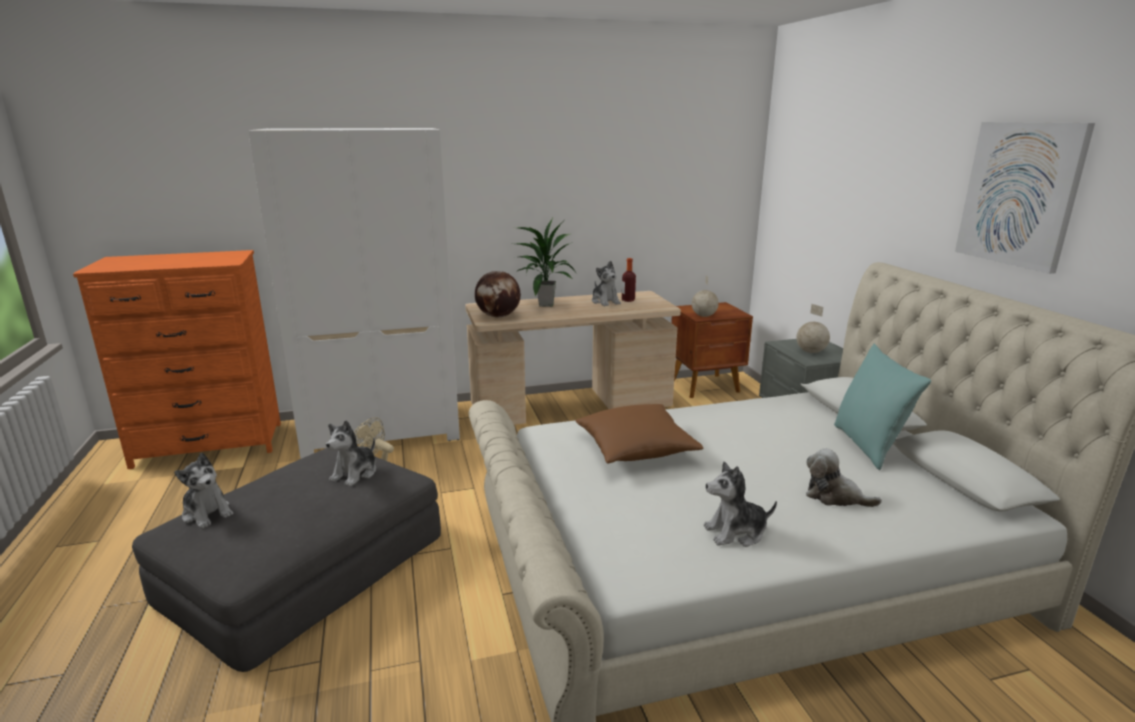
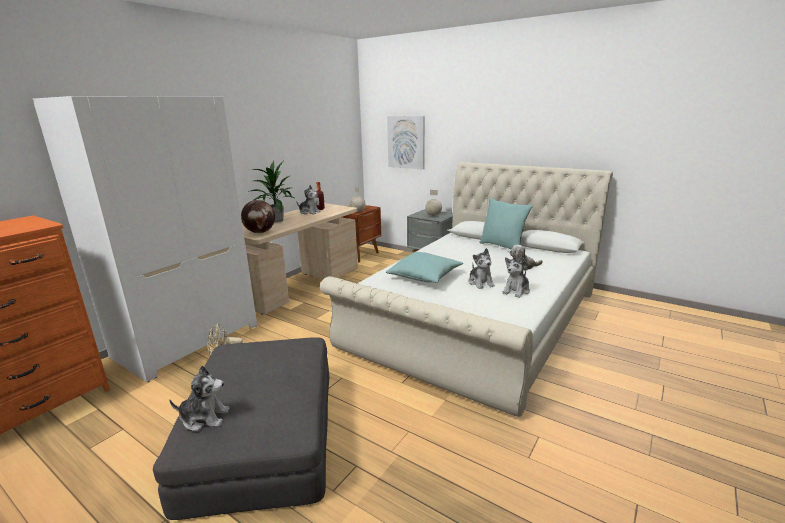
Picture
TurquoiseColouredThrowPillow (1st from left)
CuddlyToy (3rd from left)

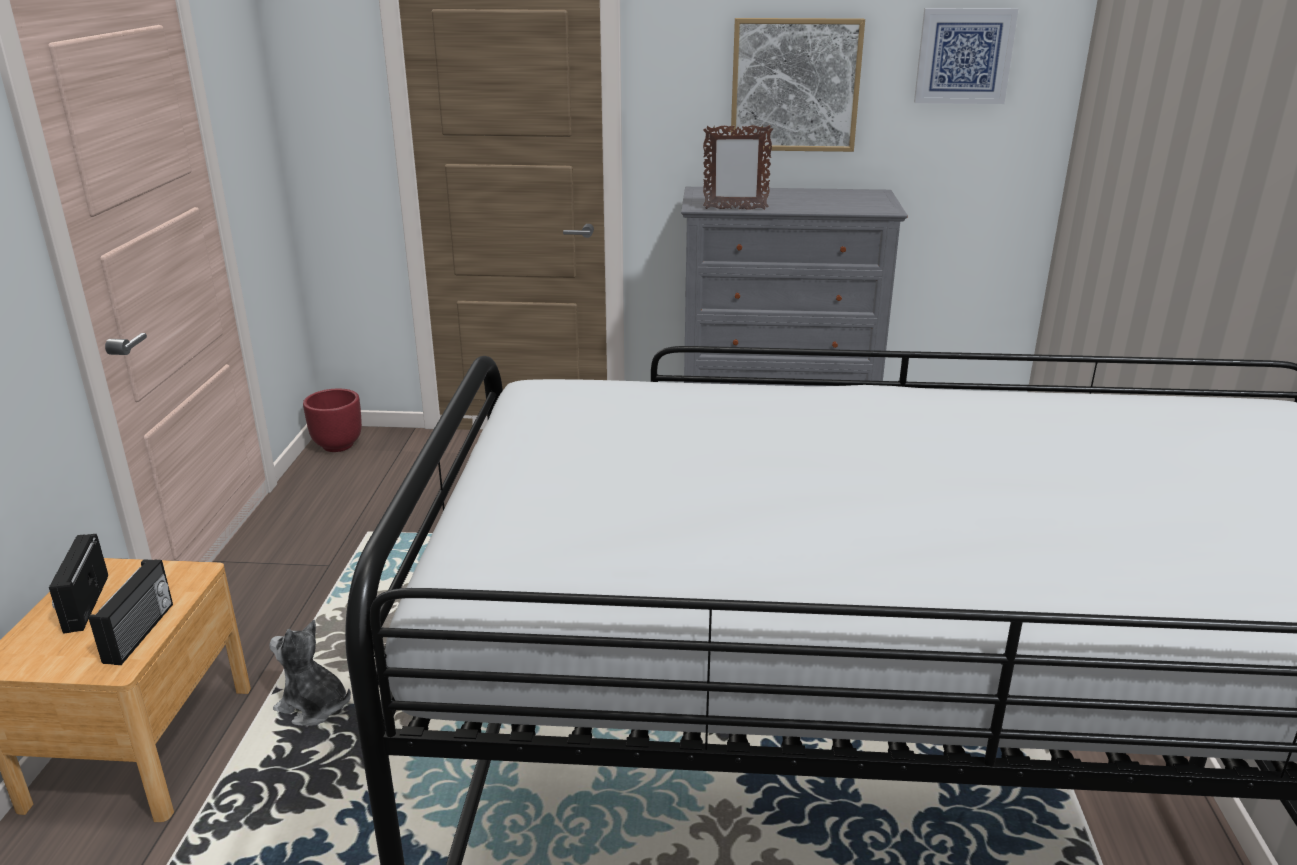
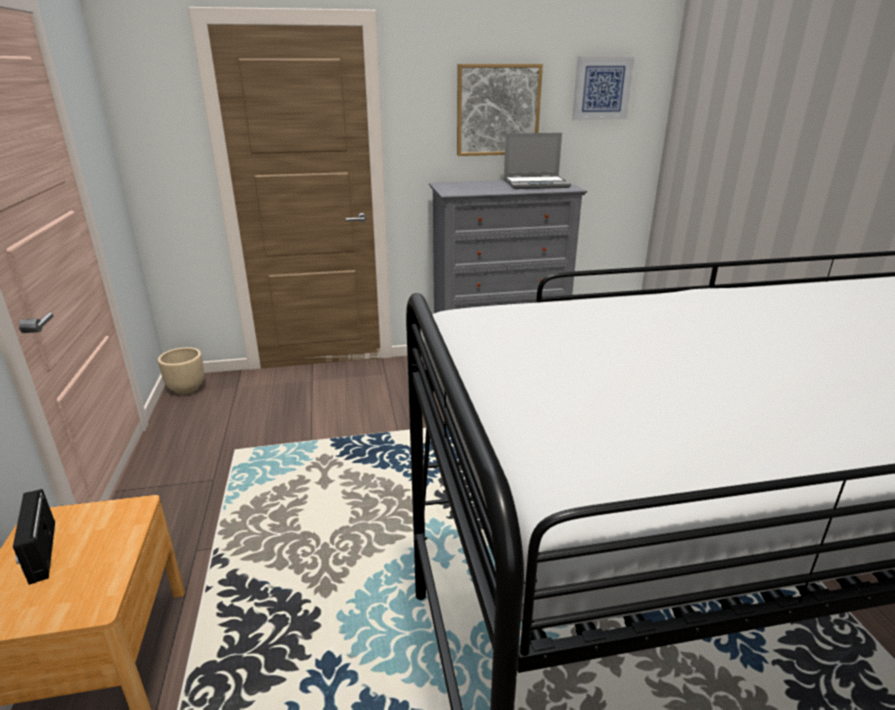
StandingFrame
BeigePlantPot
RadioReceiver (2nd from left in the first image)
CuddlyToy
NotebookComputer

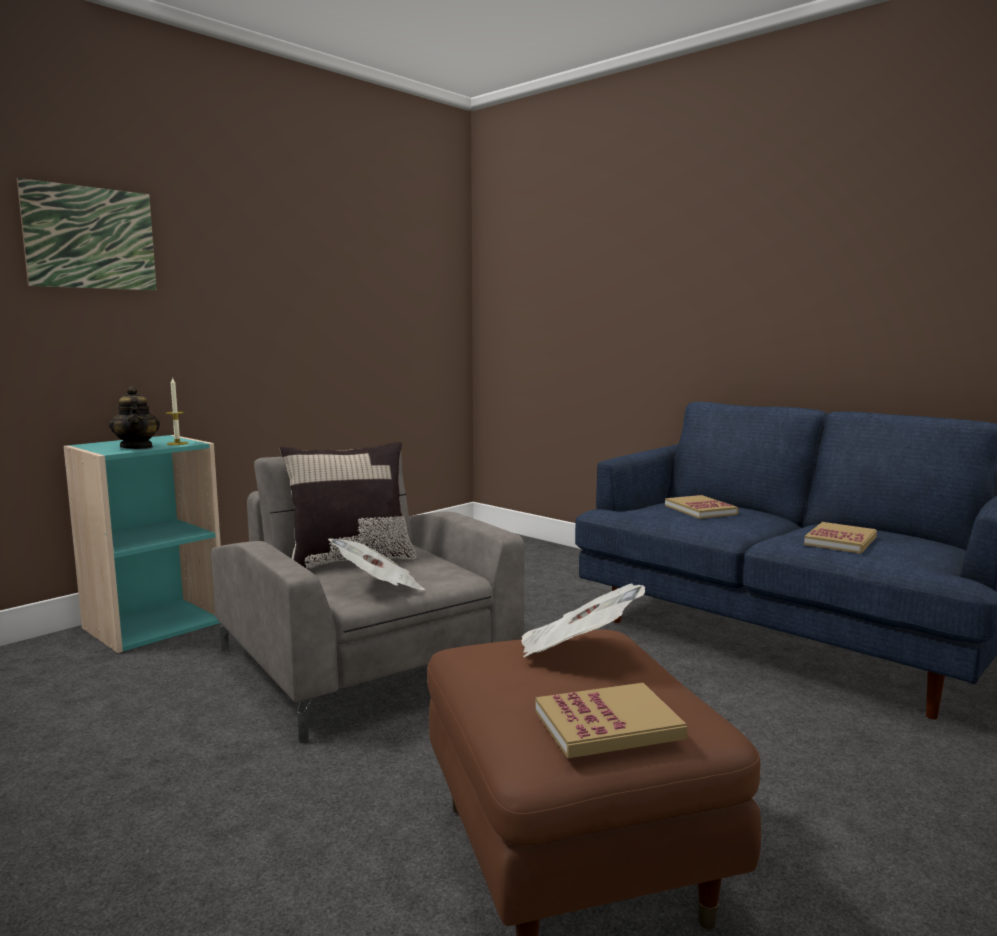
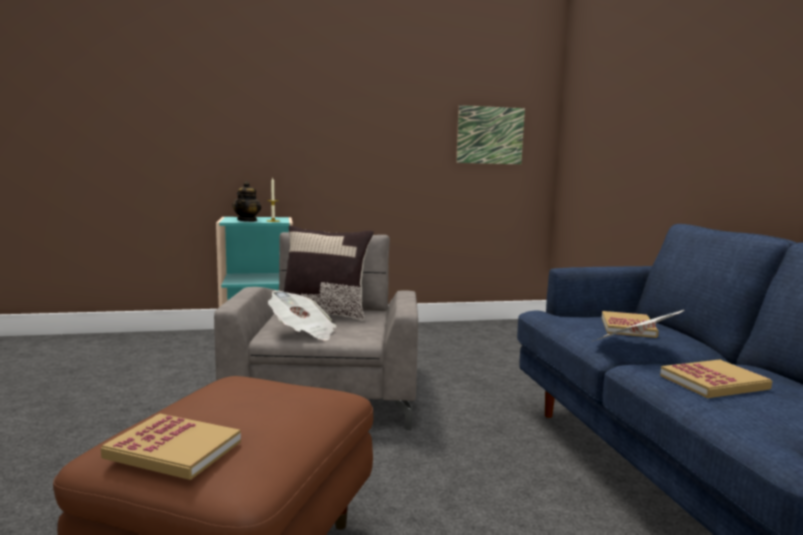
Picture
PrintedPaper (2nd from left)

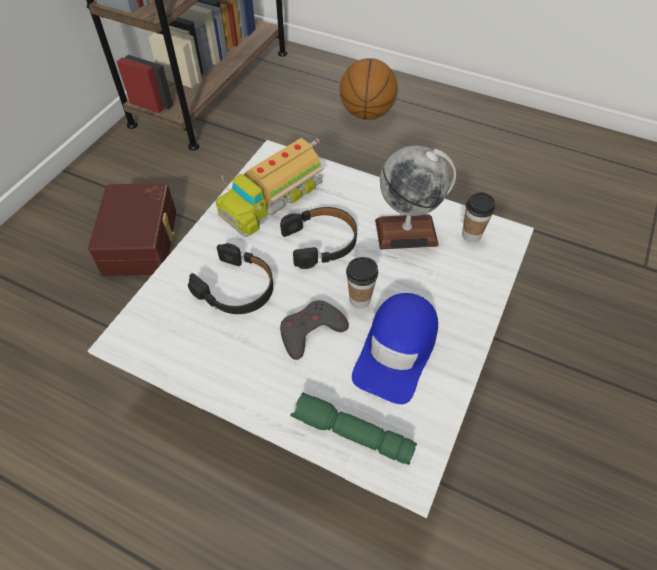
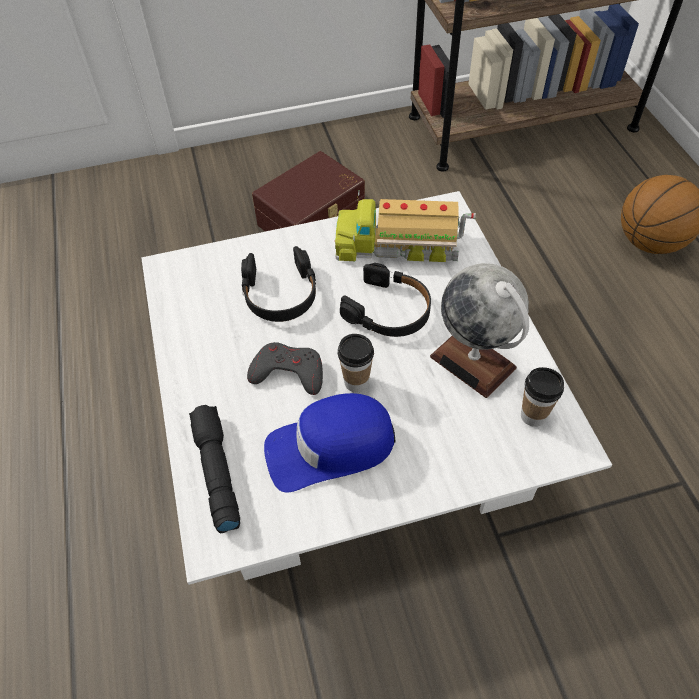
BlackHandTorch

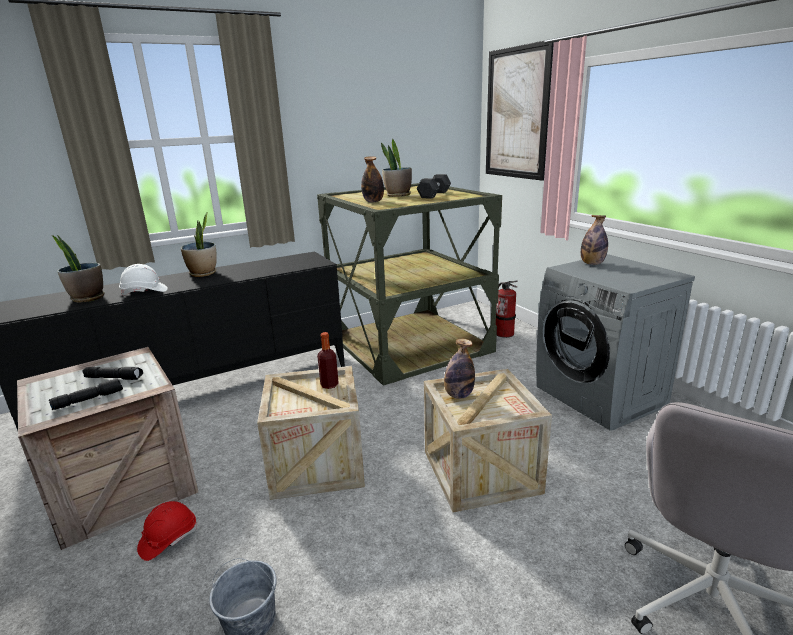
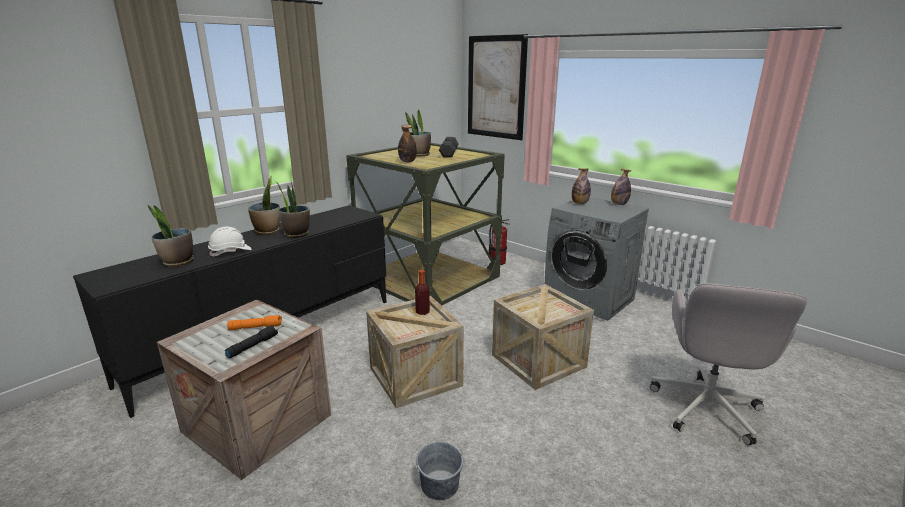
BeverageBottle (4th from left)
OrangeColouredHandTorch
RedColouredHardHat
PlantInAPot (3rd from left)

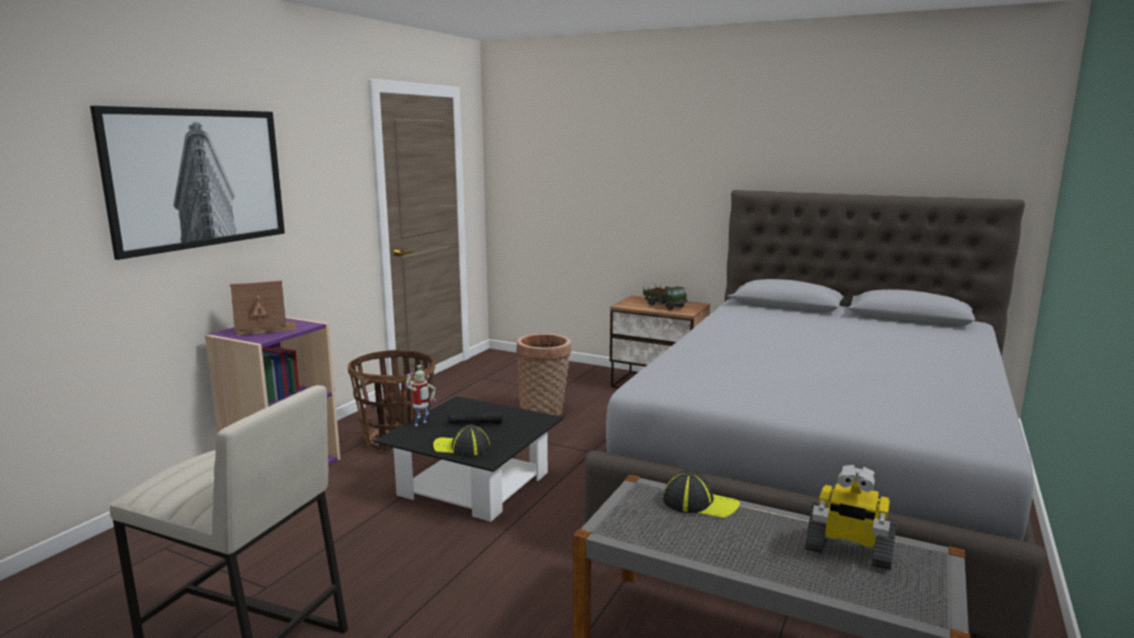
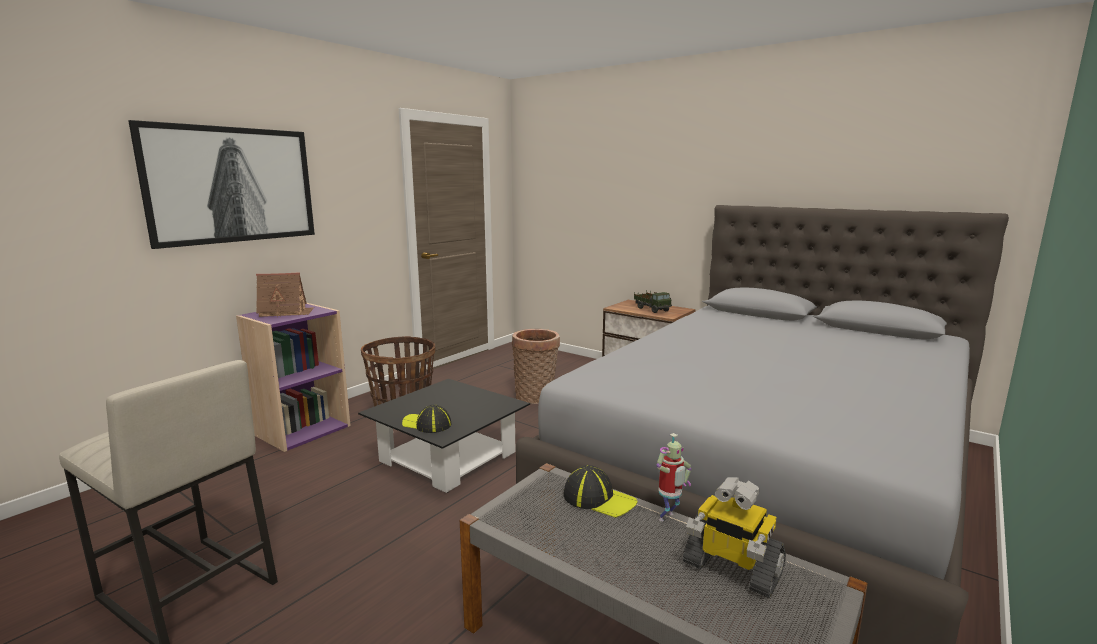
ToyRobot (1st from left)
BlackHandTorch

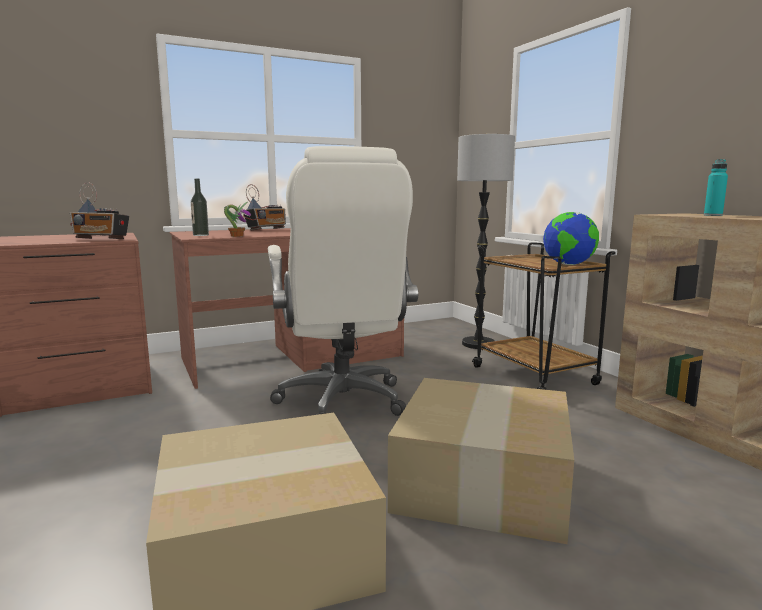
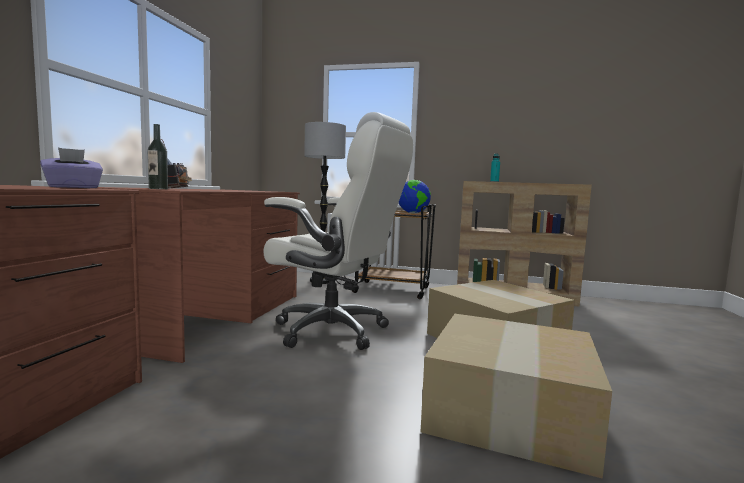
PurpleColouredTissueBox
PlantInAPot

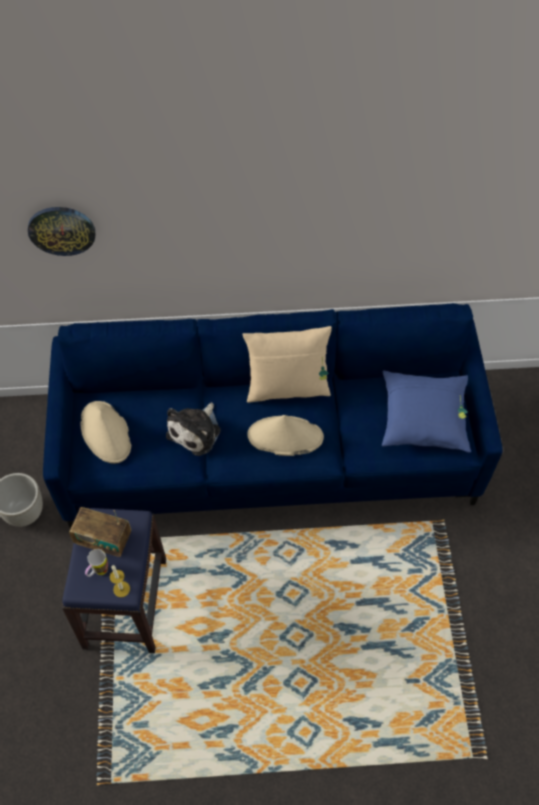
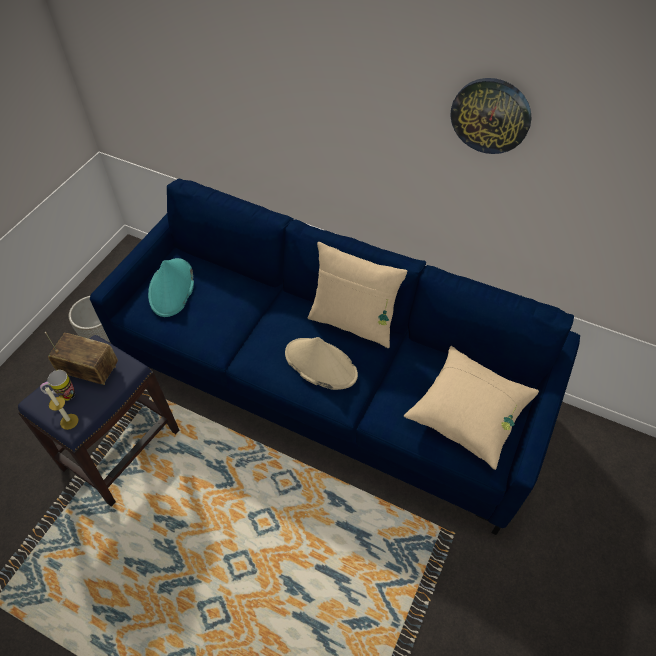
WallClock
BeigeThrowPillow (2nd from left)
TurquoiseColouredWearableHat
CuddlyToy
RadioReceiver

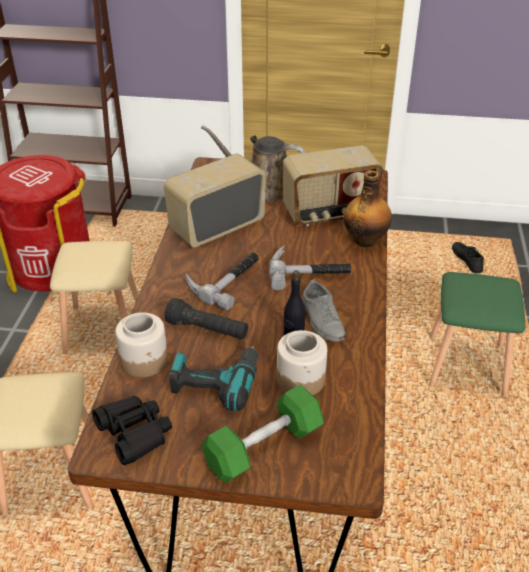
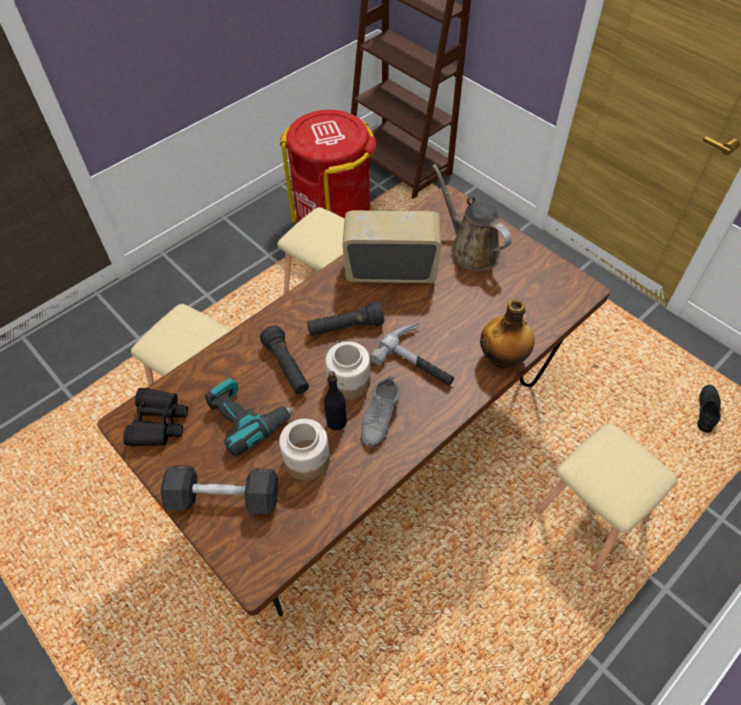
RadioReceiver (2nd from left in the first image)
BlackHandTorch (2nd from left)
BeigeStoolSeat (3rd from left)
Jar (2nd from left)
BlackDumbbell

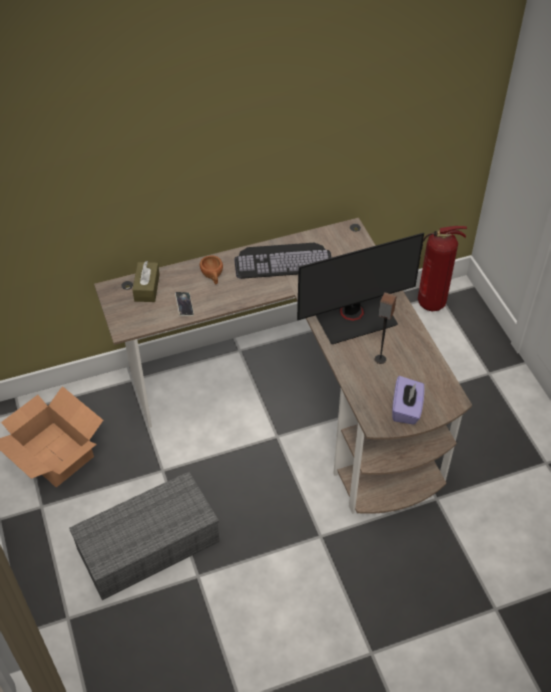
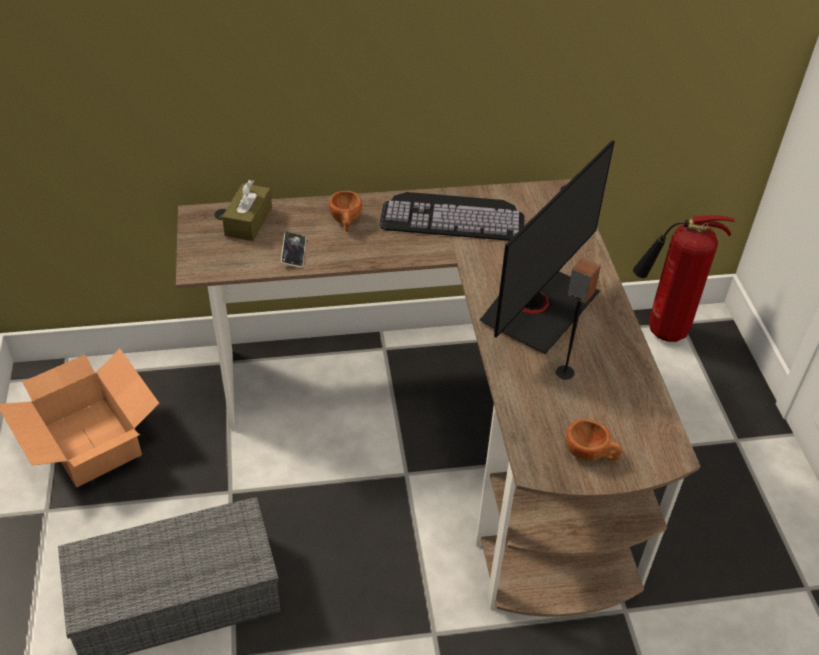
ComputerDisplay
BrownColouredCup (2nd from left)

